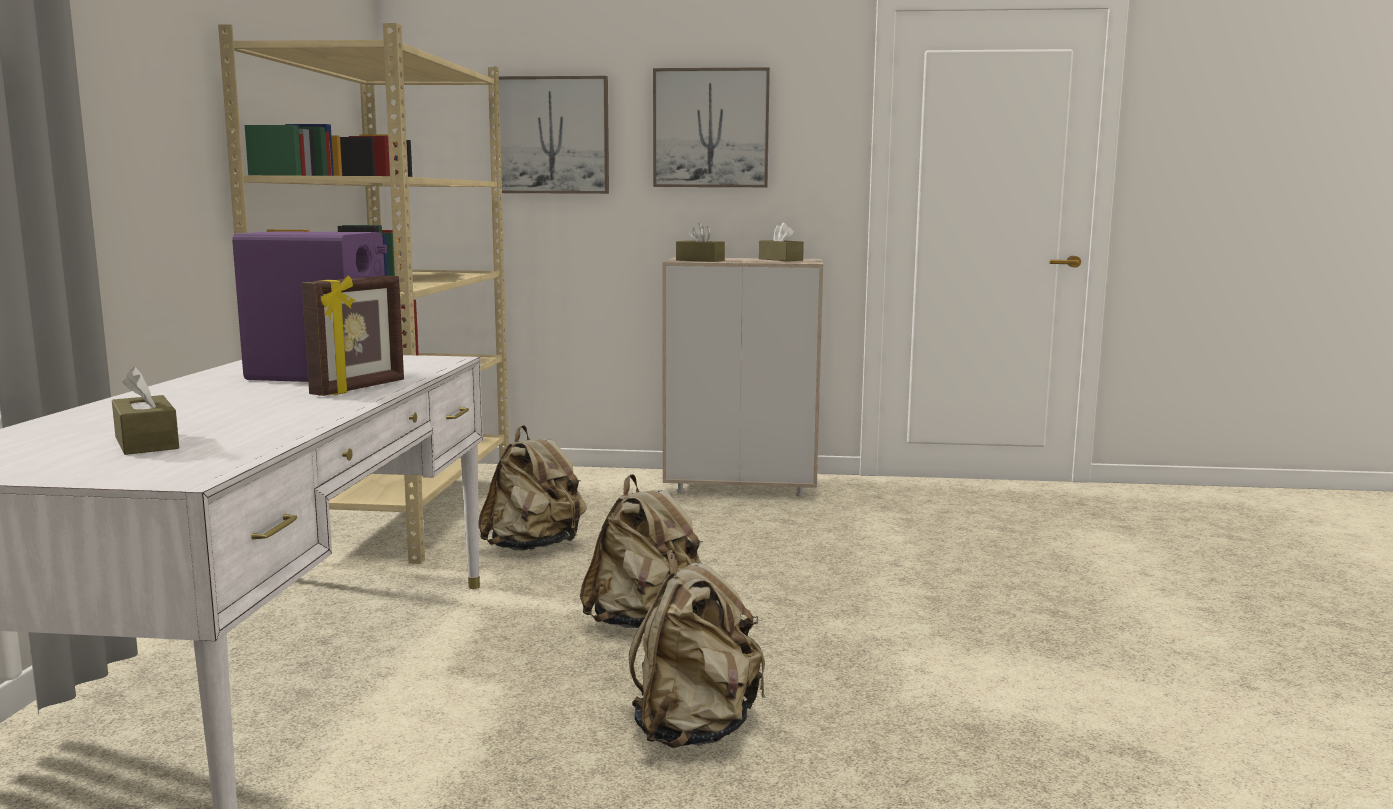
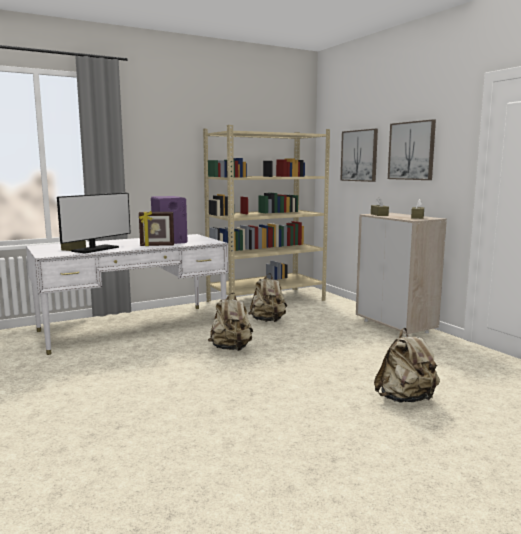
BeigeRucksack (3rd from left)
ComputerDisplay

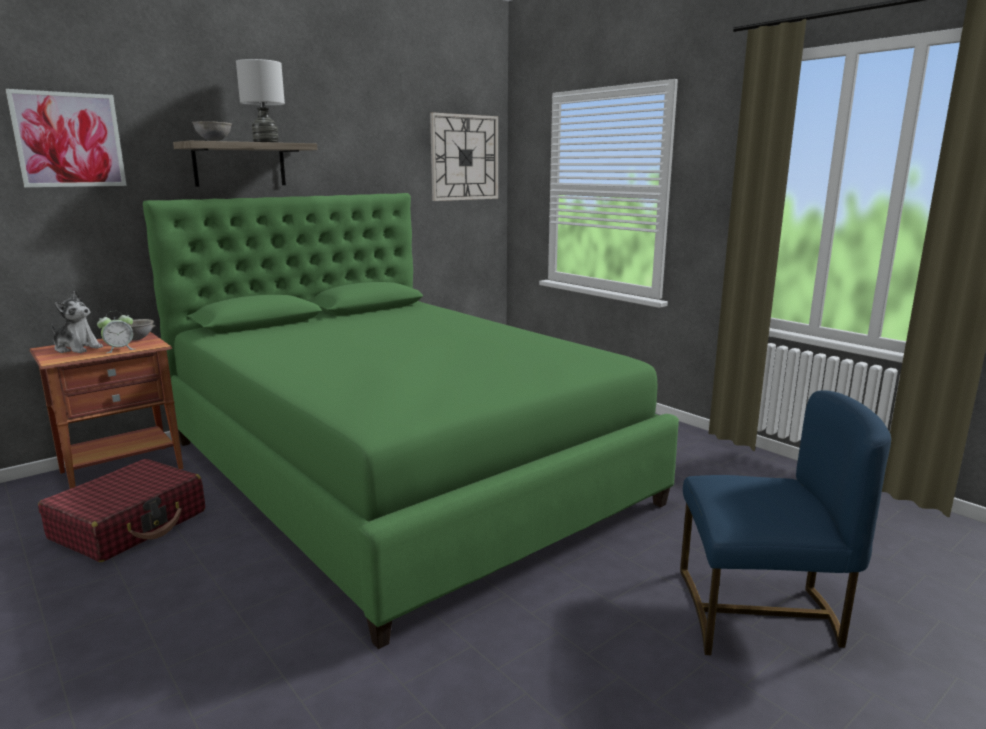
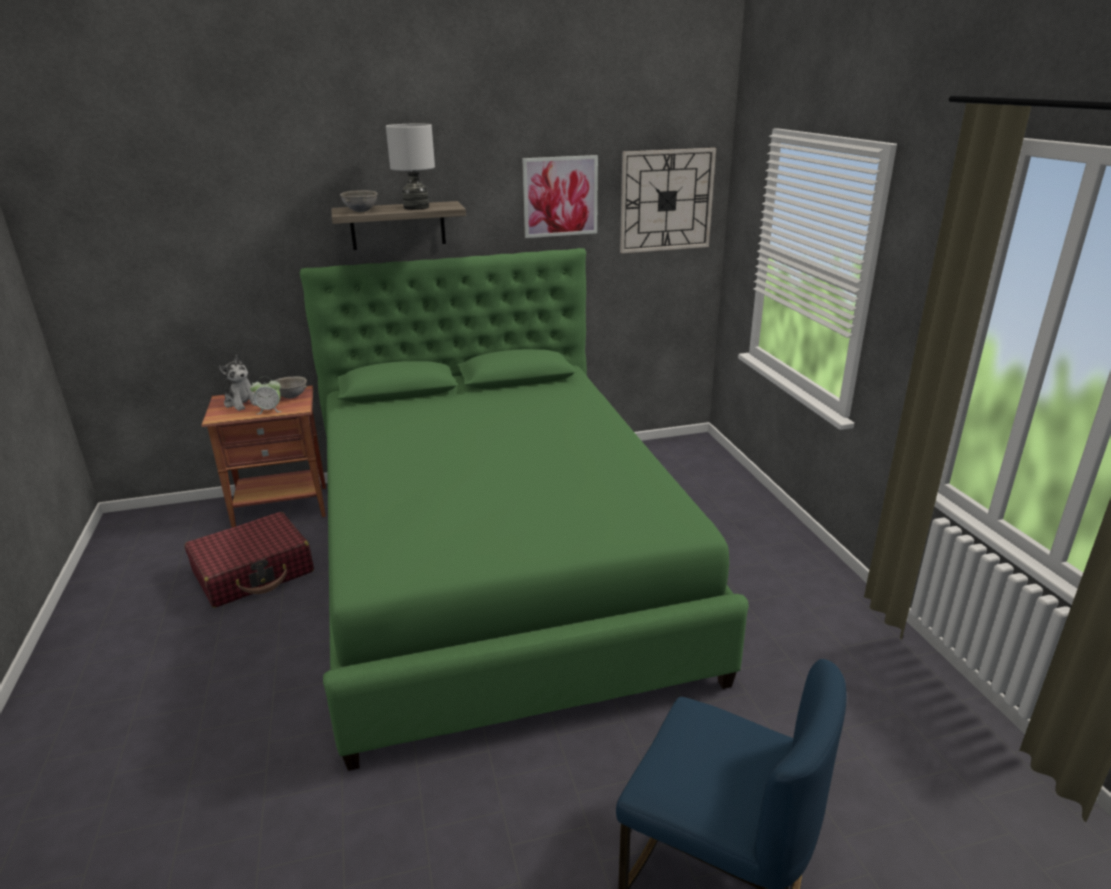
Picture

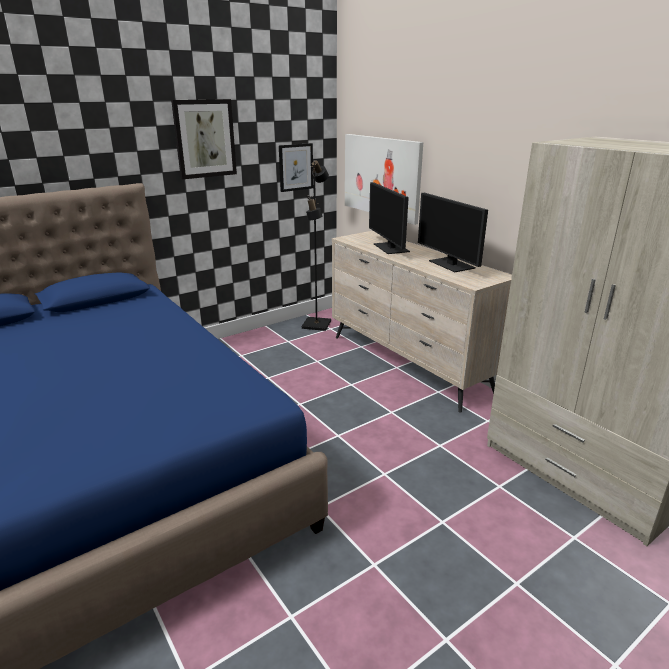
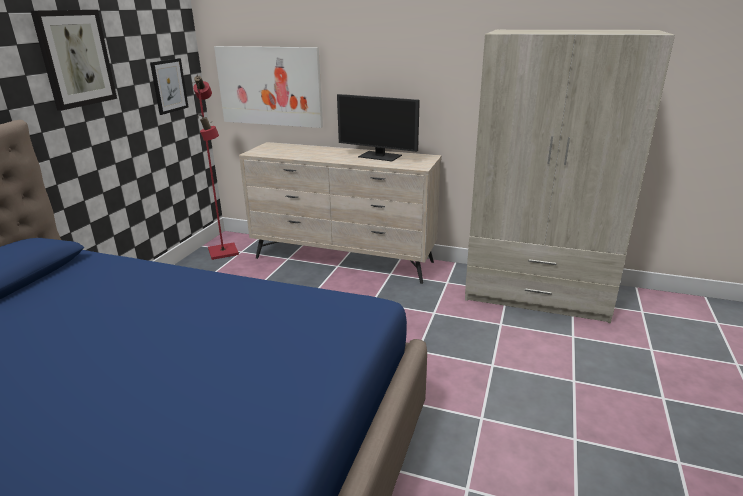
RedColouredStandingLamp
ComputerDisplay (1st from left in the first image)

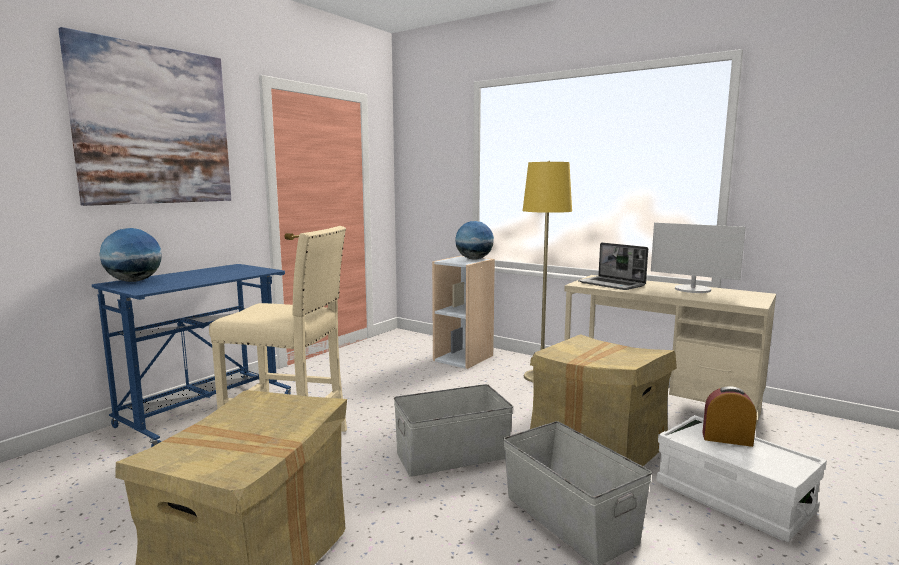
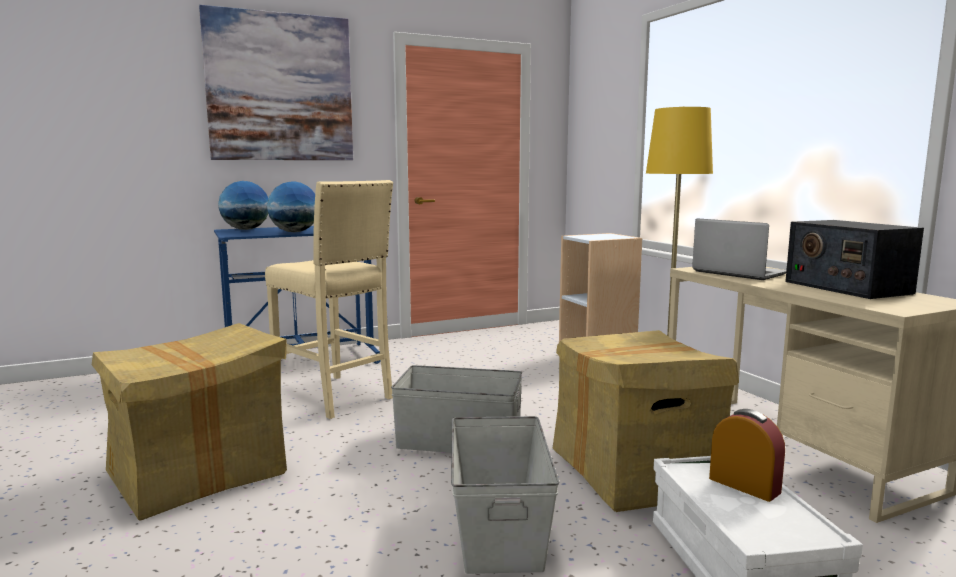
Globe (2nd from left)
RadioReceiver
NotebookComputer

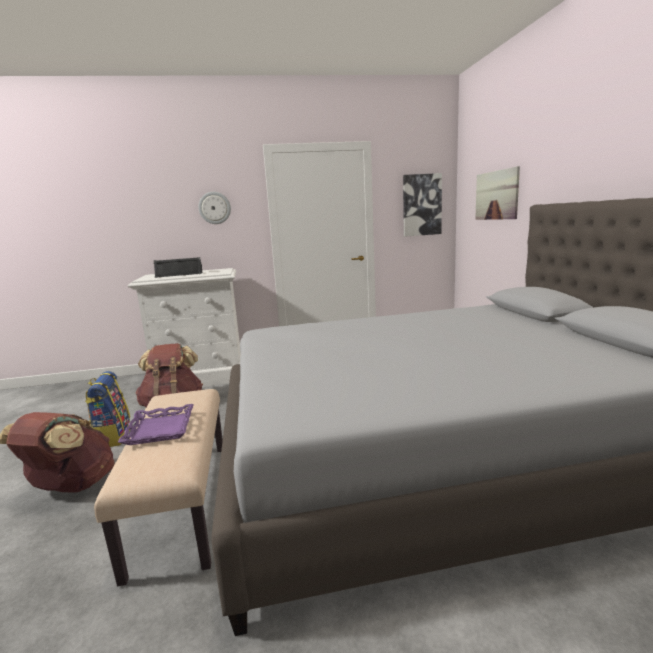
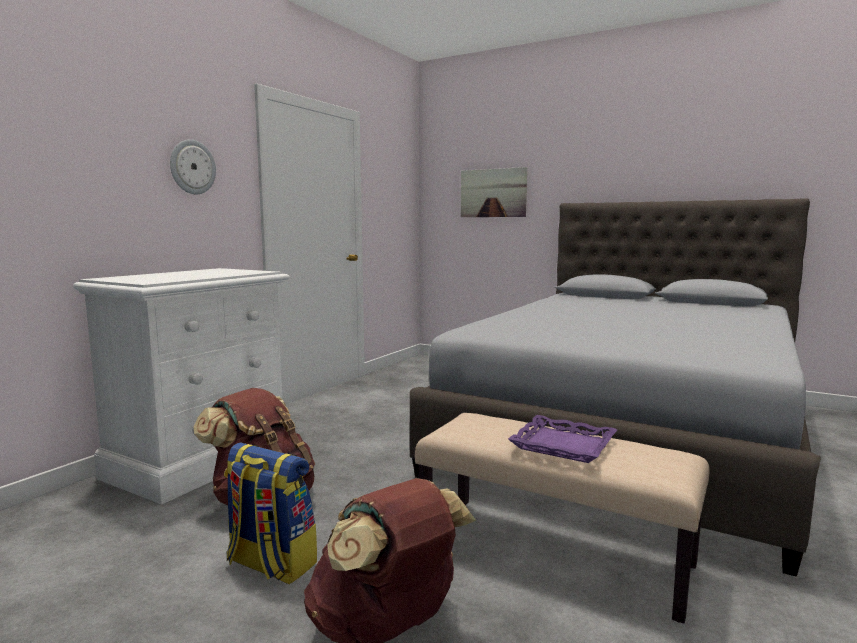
Picture (1st from left in the first image)
BlackSpeaker

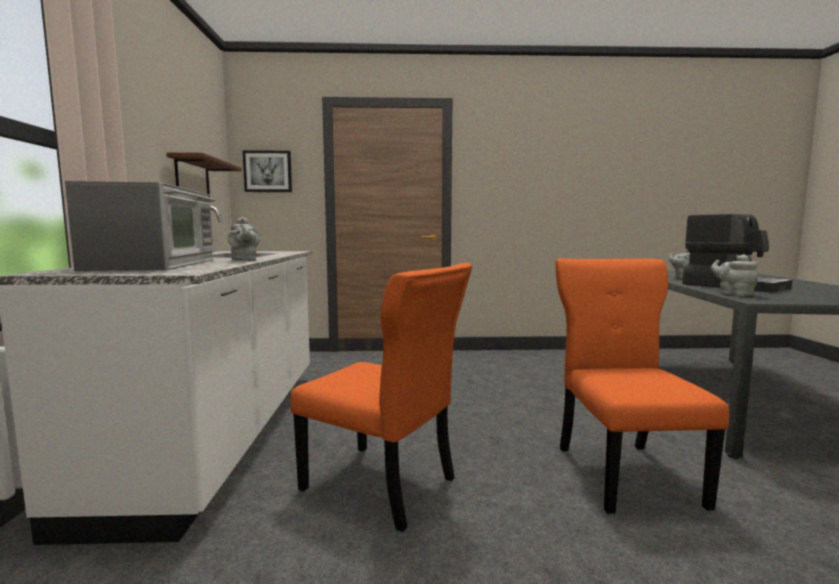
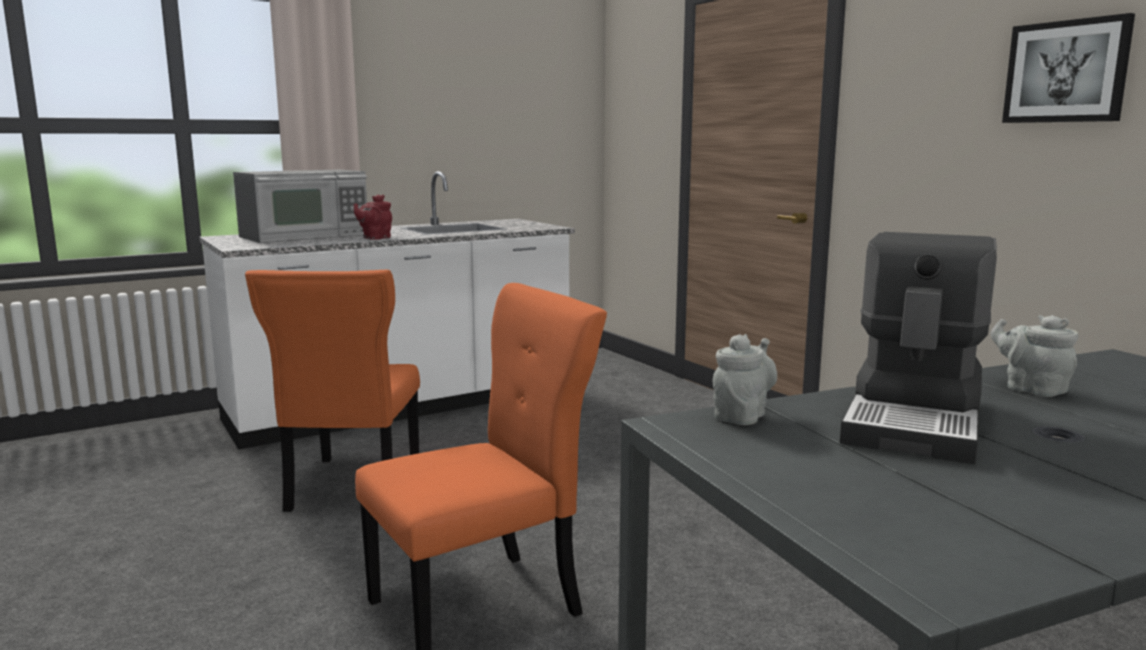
Picture
BrownColouredWallShelf
RedColouredPotForTea

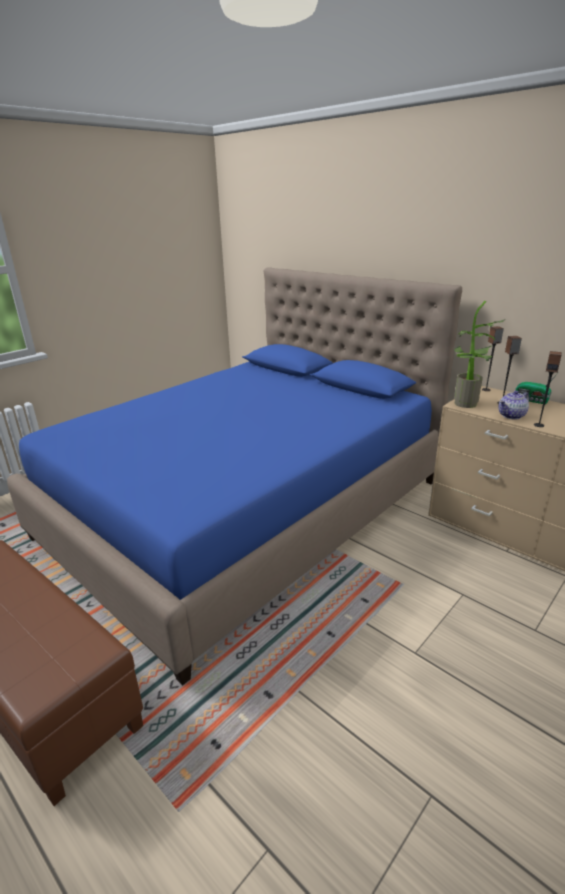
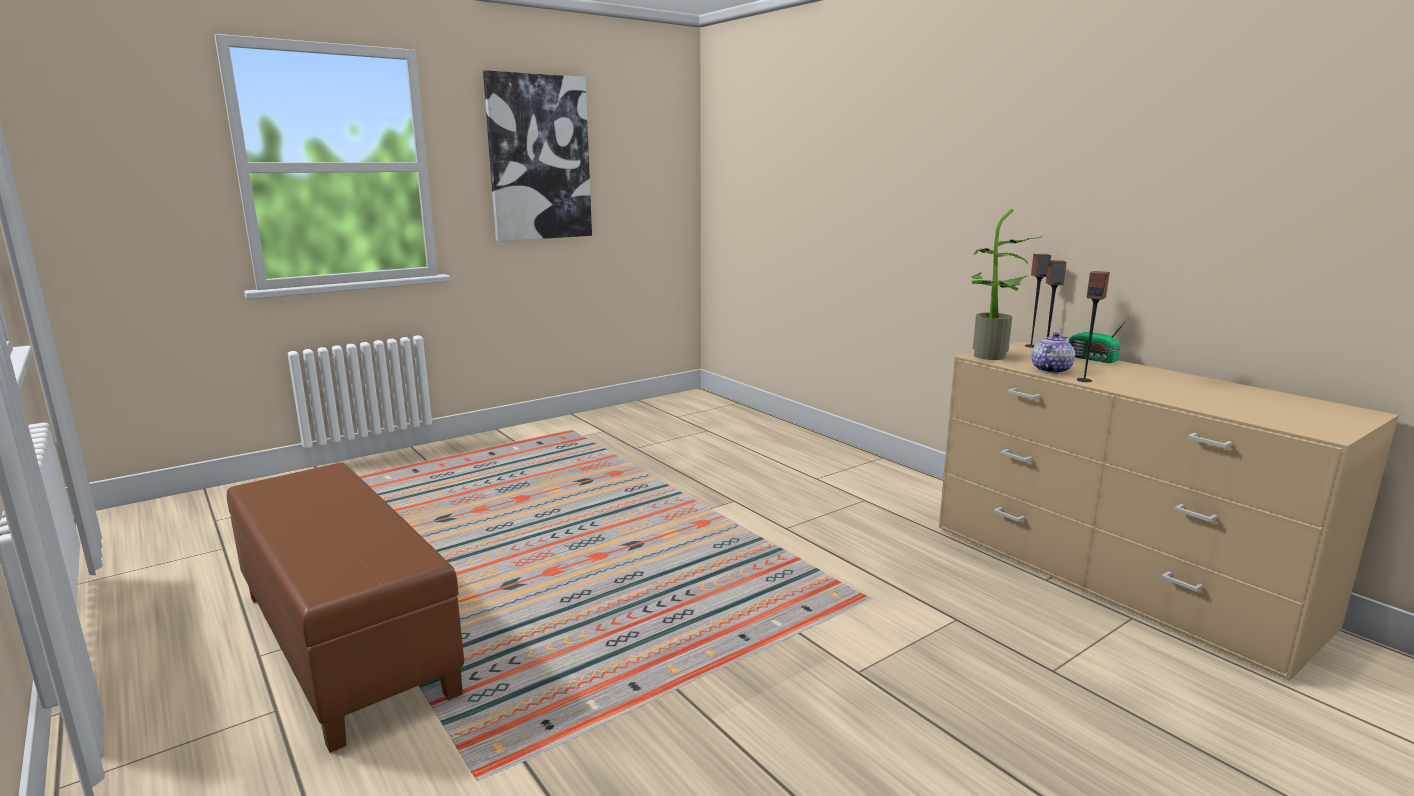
BlueColouredBed
PotForTea
Picture

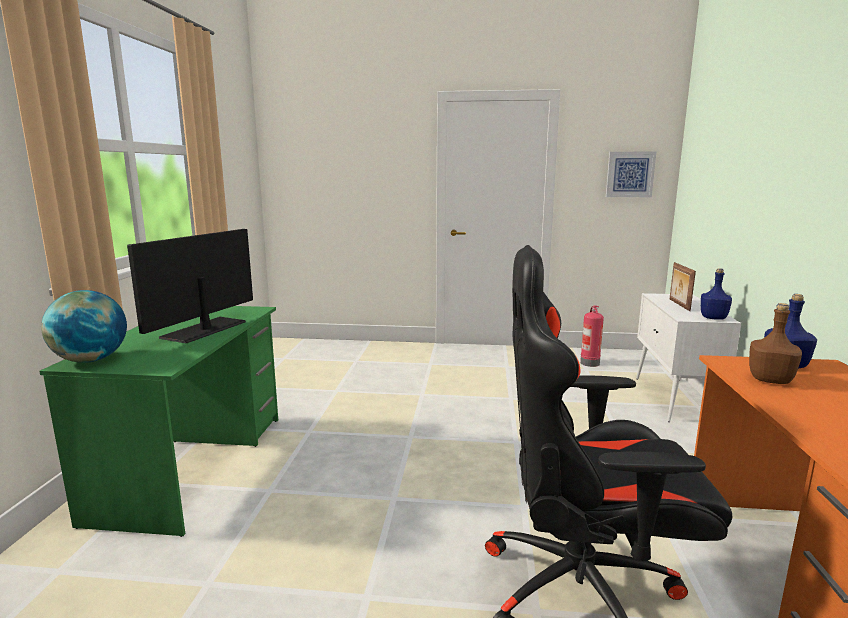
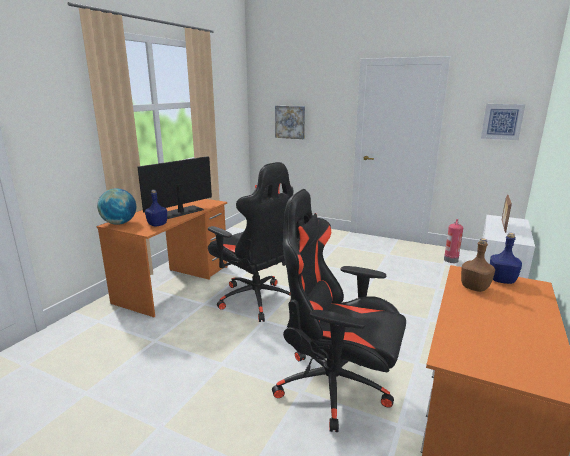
BlueColouredBeverageBottle (1st from left)
OrangeColouredDeskTable (1st from left)
Picture (1st from left)
BlackOfficeChair (1st from left)

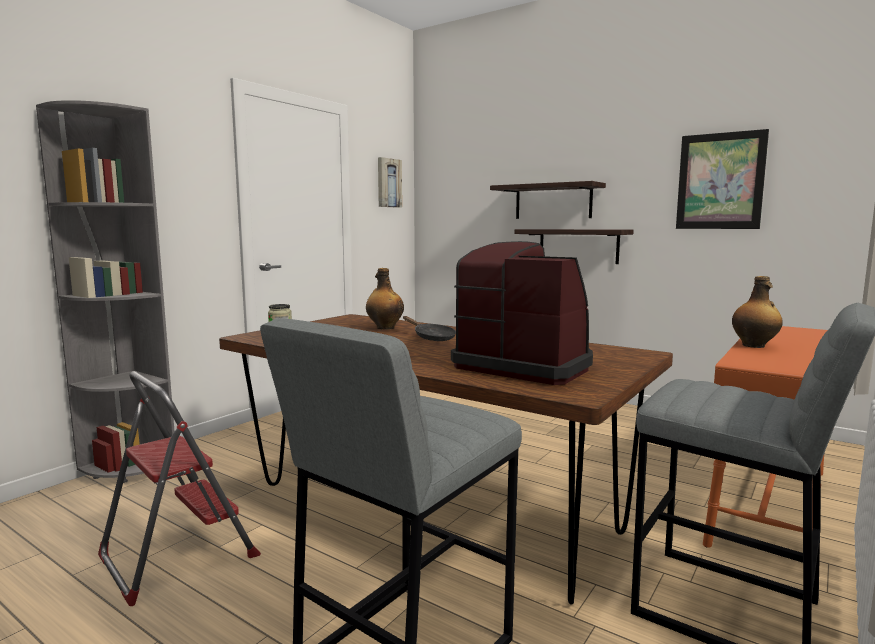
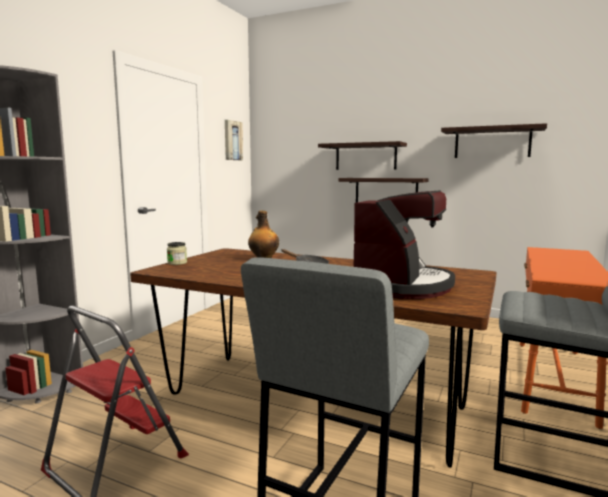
WallShelf (3rd from left)
CoffeeBrewer
BeverageBottle (2nd from left in the first image)

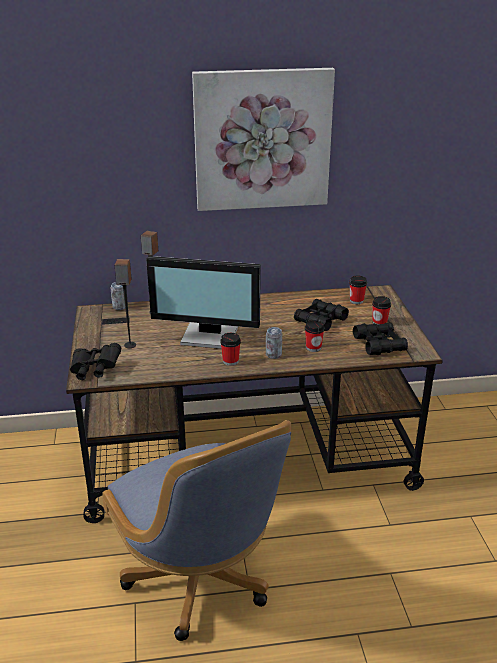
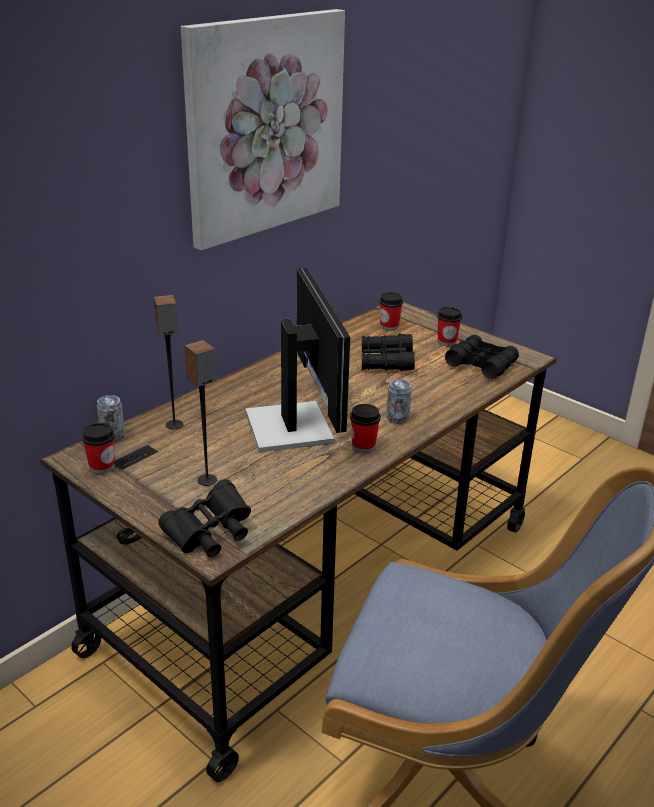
ComputerDisplay
Cup (1st from left)

